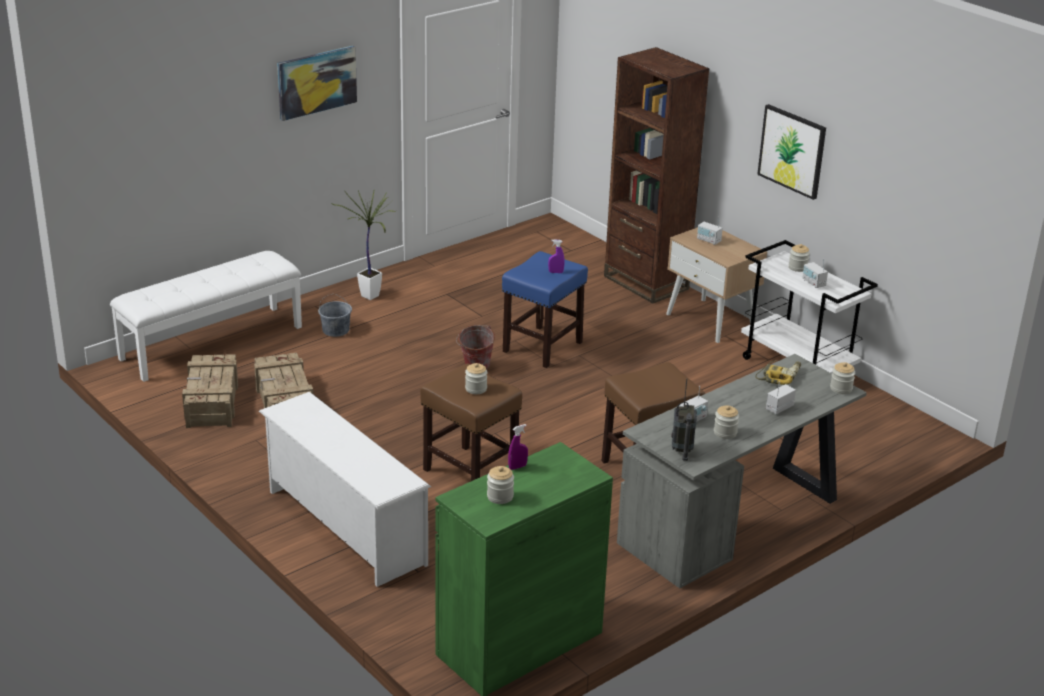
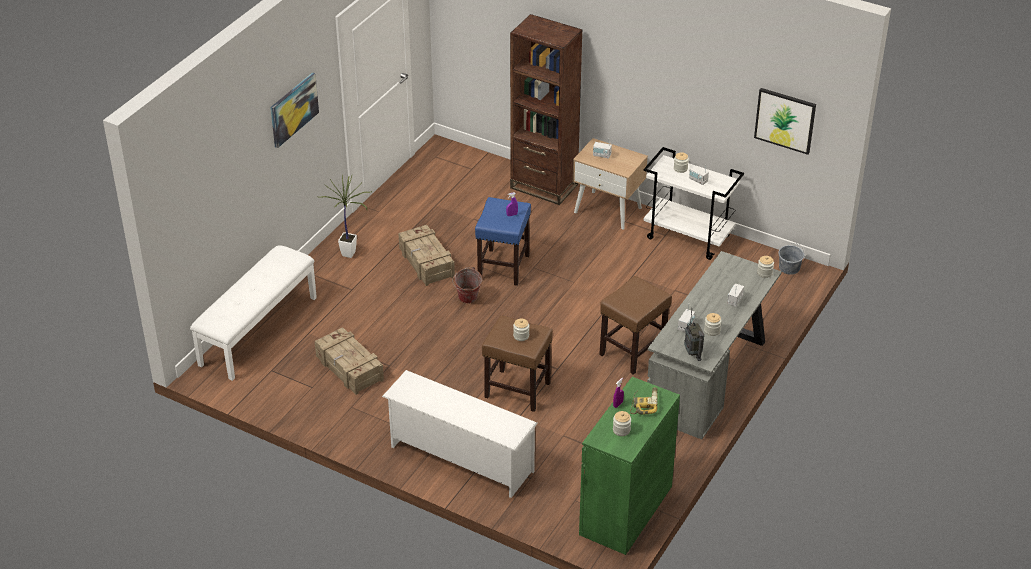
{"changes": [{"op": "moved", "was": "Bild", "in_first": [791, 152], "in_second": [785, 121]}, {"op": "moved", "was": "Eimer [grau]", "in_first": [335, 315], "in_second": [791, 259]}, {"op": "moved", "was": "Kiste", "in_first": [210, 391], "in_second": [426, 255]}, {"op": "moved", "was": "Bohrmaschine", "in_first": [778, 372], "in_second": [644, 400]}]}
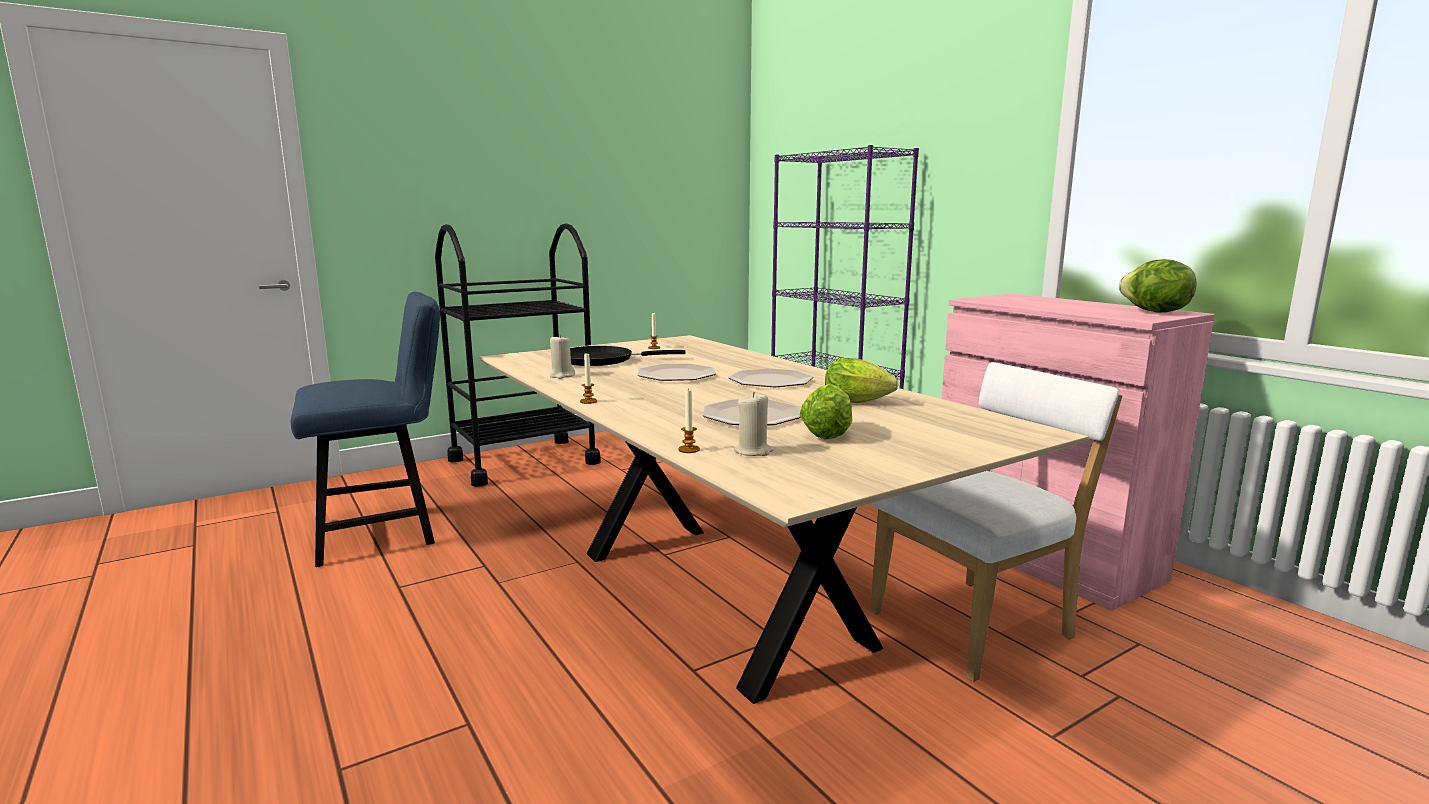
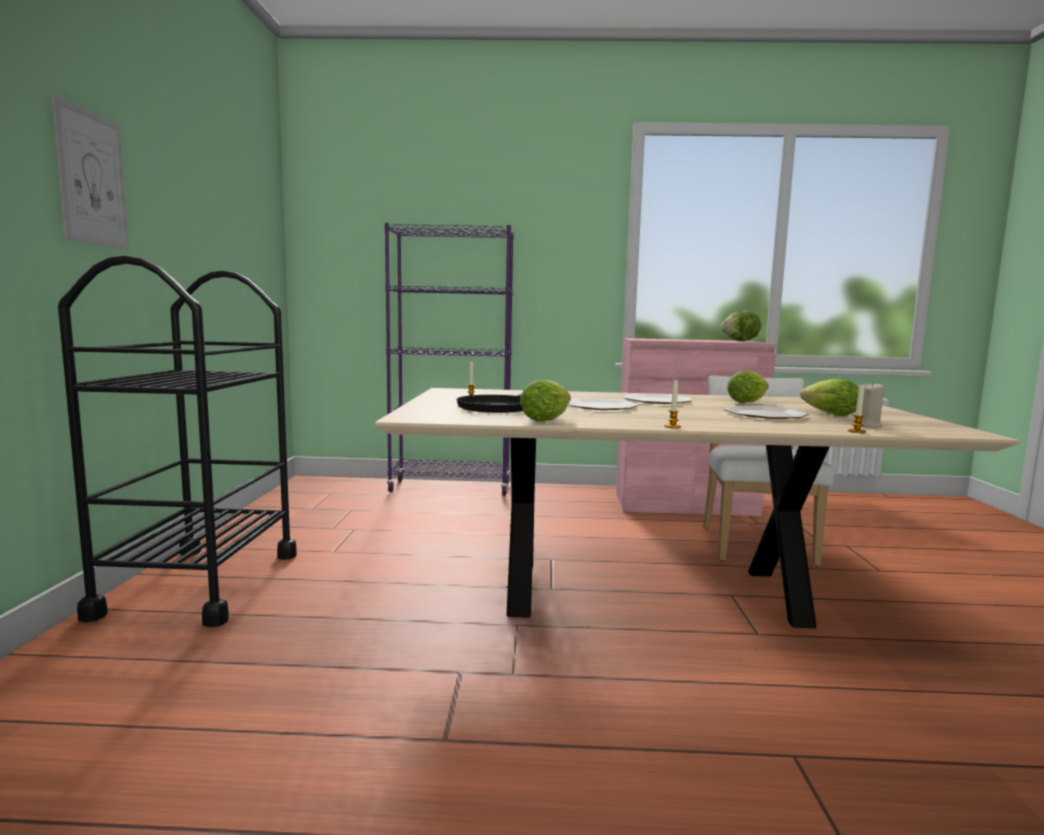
{"changes": [{"op": "removed", "was": "Stuhl [blau]", "in_first": [365, 429]}, {"op": "replaced", "was": "Kerze [beige]", "now": "Salatkopf", "in_first": [562, 357], "in_second": [545, 400]}, {"op": "added", "now": "Bild", "in_second": [90, 172]}]}
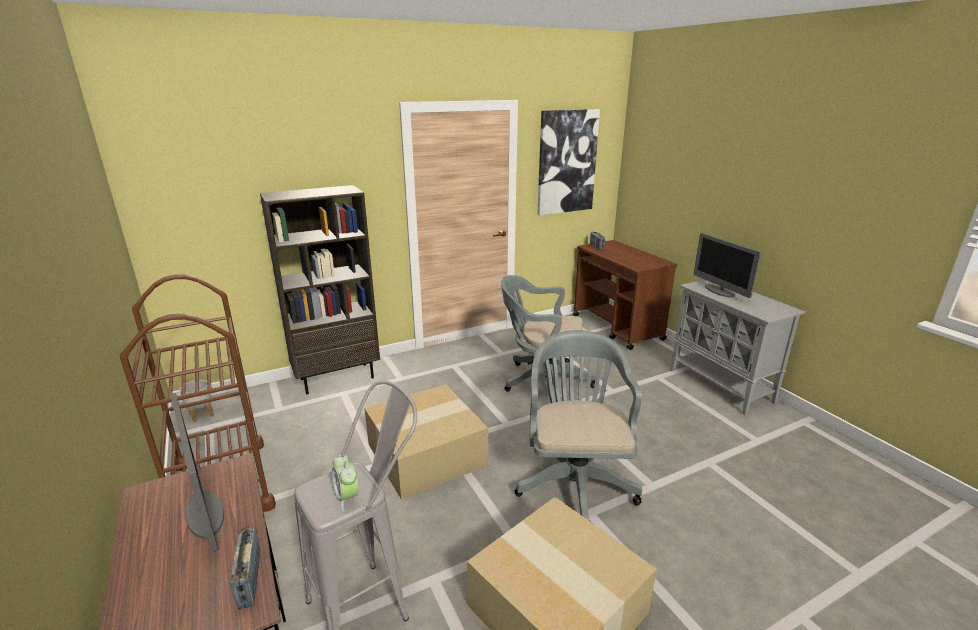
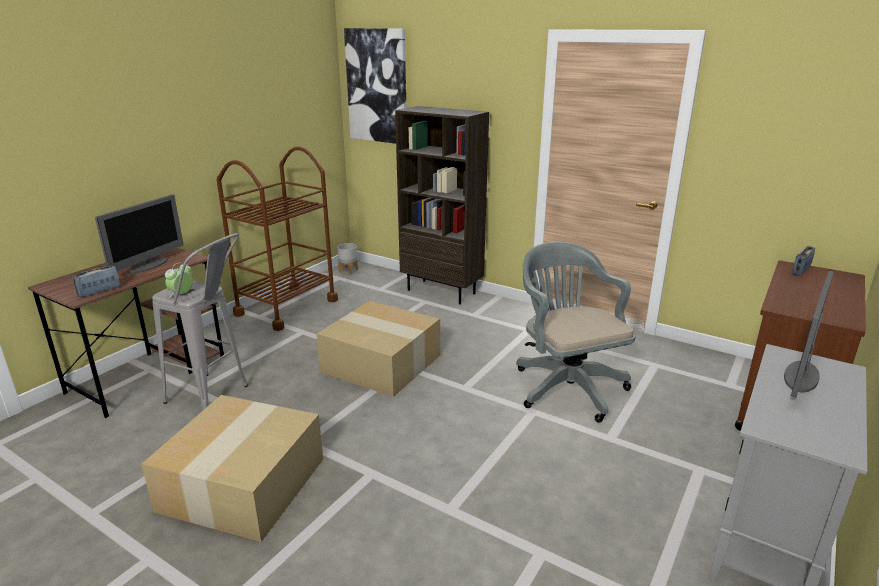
{"changes": [{"op": "moved", "was": "Bild", "in_first": [568, 162], "in_second": [375, 86]}, {"op": "removed", "was": "Bürostuhl [grau]", "in_first": [578, 425]}]}
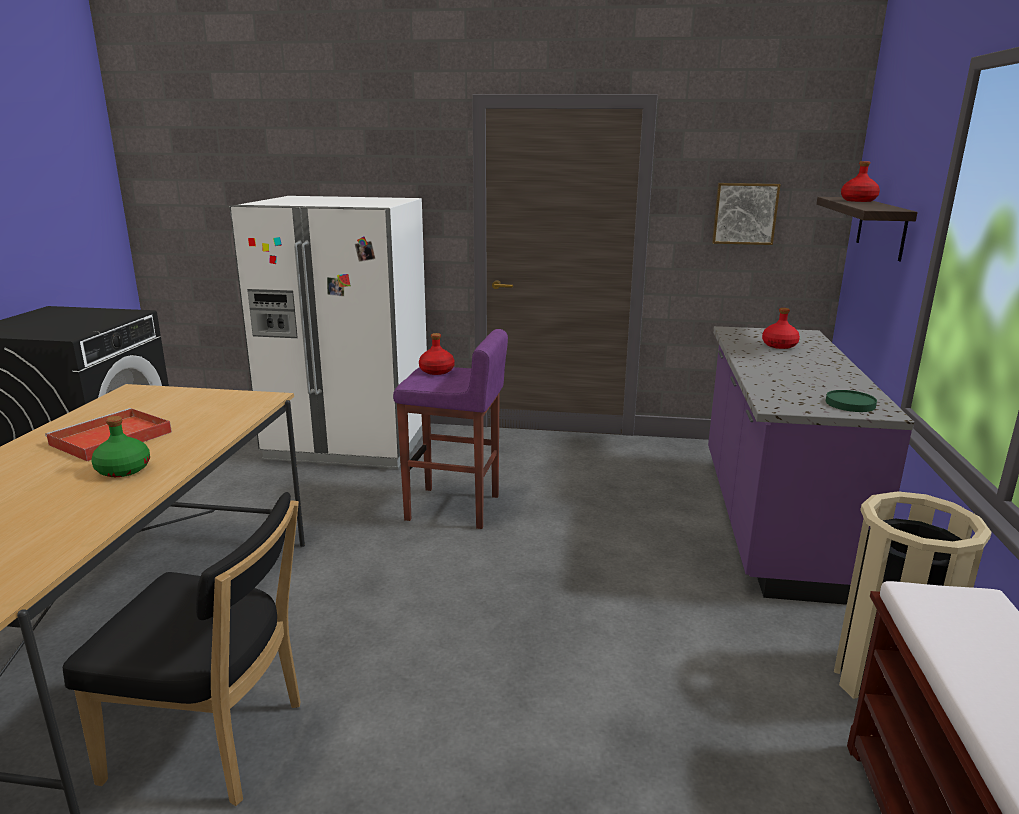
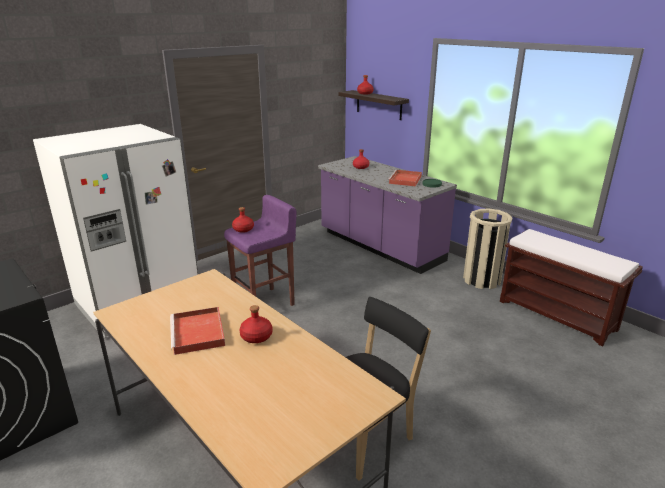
{"changes": [{"op": "removed", "was": "Bild", "in_first": [746, 214]}, {"op": "recoloured", "was": "Flasche [grün]", "now": "Flasche [rot]", "in_first": [120, 446], "in_second": [256, 324]}, {"op": "added", "now": "Tablett [rot]", "in_second": [405, 178]}]}
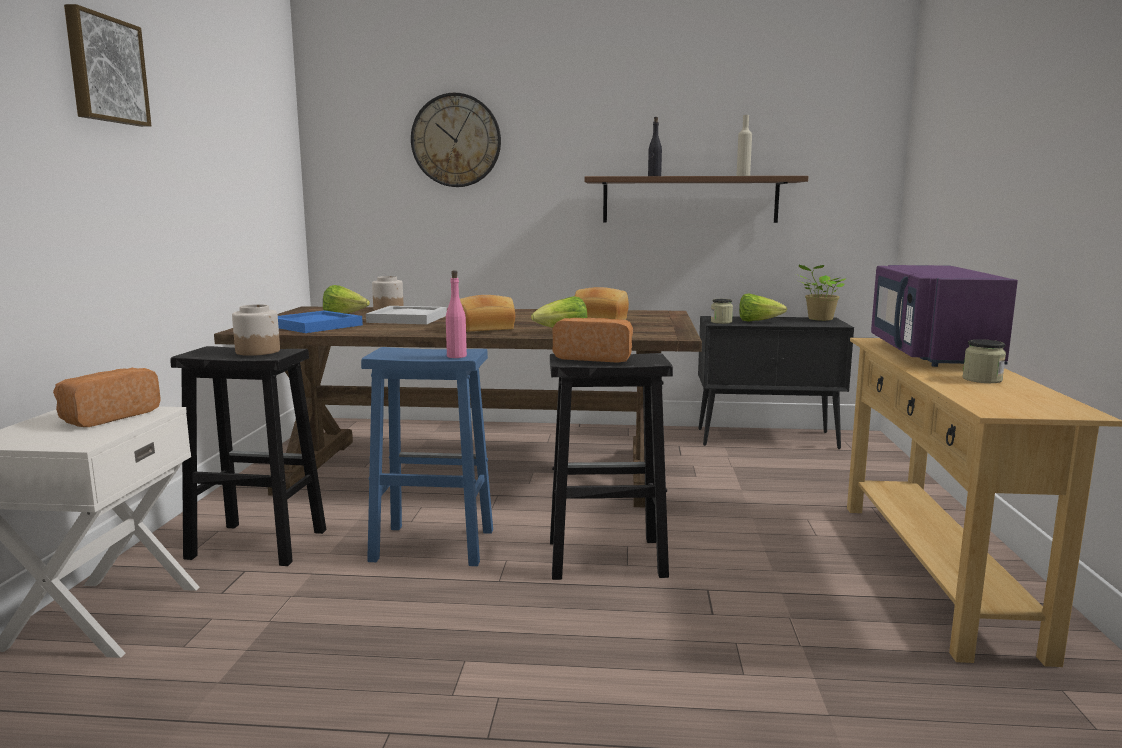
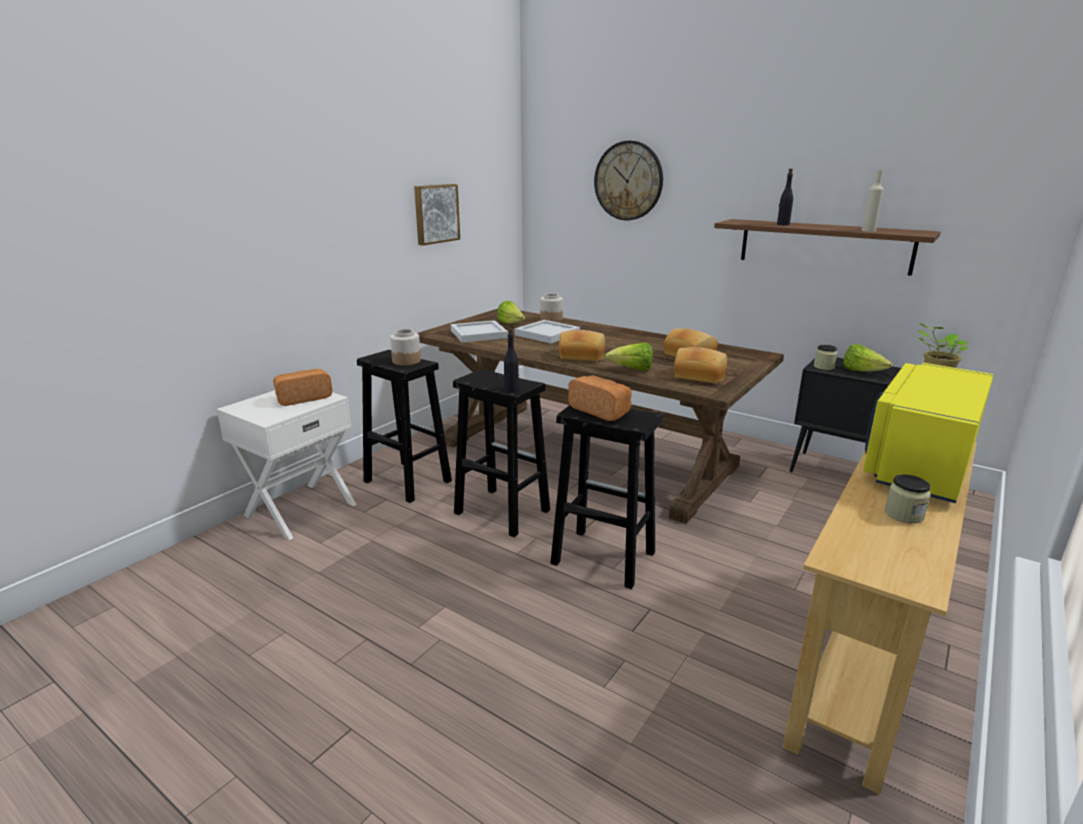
{"changes": [{"op": "moved", "was": "Bild", "in_first": [107, 65], "in_second": [437, 214]}, {"op": "recoloured", "was": "Mikrowelle [lila]", "now": "Mikrowelle [gelb]", "in_first": [944, 316], "in_second": [928, 433]}, {"op": "recoloured", "was": "Flasche [rosa]", "now": "Flasche [schwarz]", "in_first": [456, 314], "in_second": [511, 360]}, {"op": "recoloured", "was": "Tablett [blau]", "now": "Tablett [weiß]", "in_first": [320, 321], "in_second": [479, 331]}, {"op": "recoloured", "was": "Hocker [blau]", "now": "Hocker [schwarz]", "in_first": [427, 456], "in_second": [501, 453]}, {"op": "added", "now": "Brot", "in_second": [700, 365]}]}
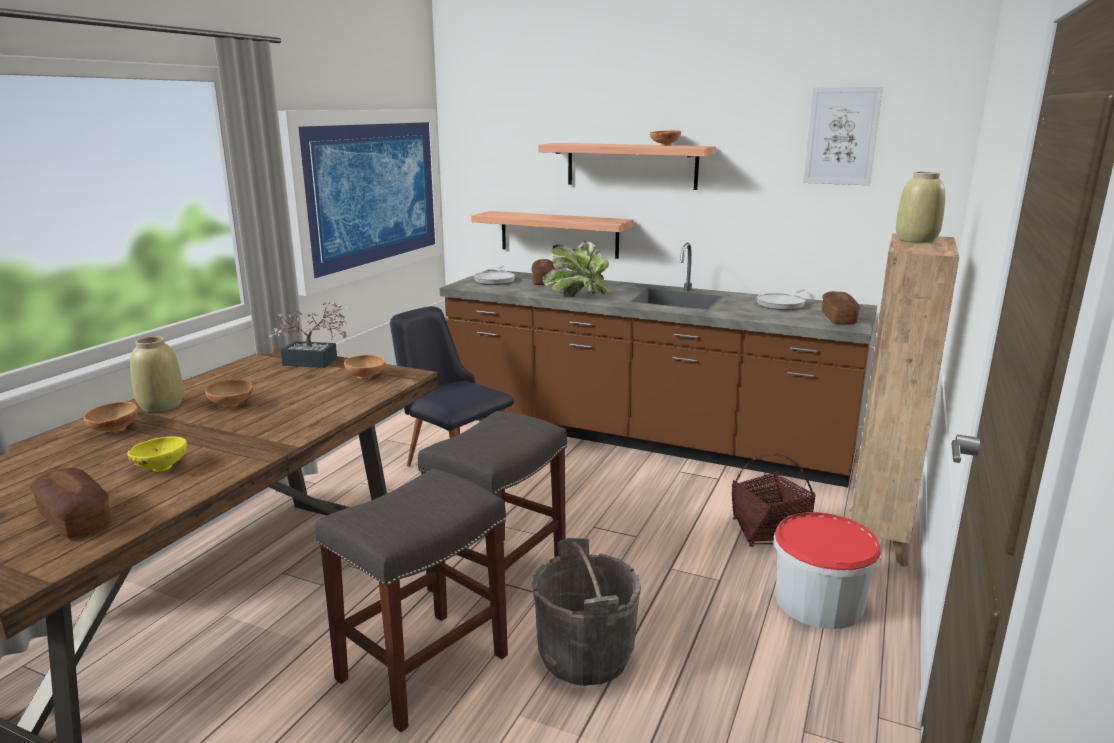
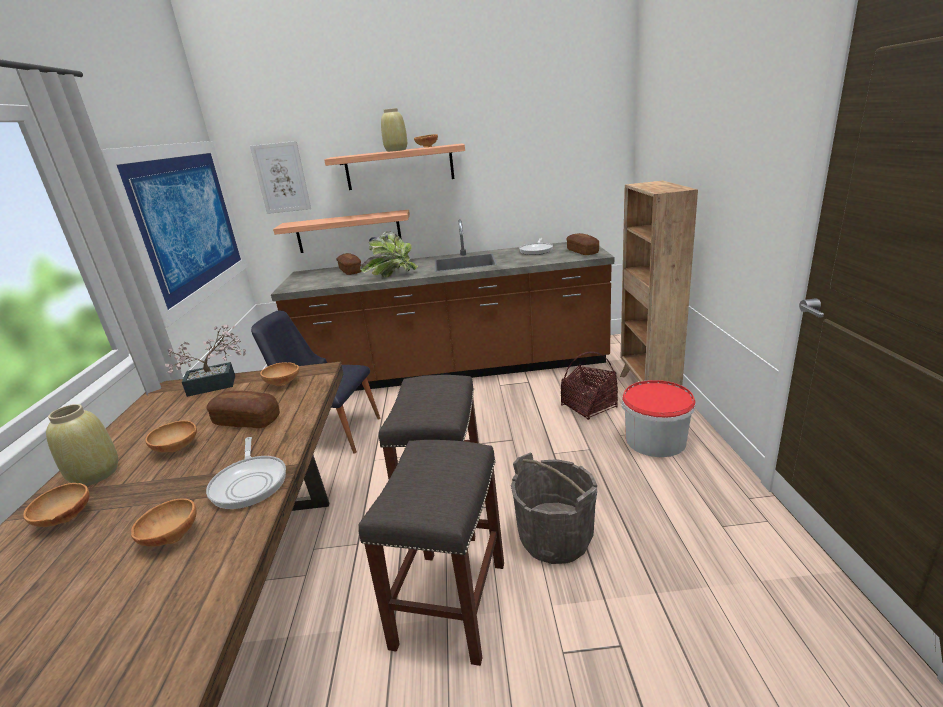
{"changes": [{"op": "moved", "was": "Bild", "in_first": [843, 136], "in_second": [280, 177]}, {"op": "moved", "was": "Vase [beige]", "in_first": [920, 207], "in_second": [394, 130]}, {"op": "moved", "was": "Pfanne", "in_first": [494, 275], "in_second": [246, 473]}, {"op": "recoloured", "was": "Schüssel [gelb]", "now": "Schüssel [braun]", "in_first": [157, 454], "in_second": [164, 522]}, {"op": "moved", "was": "Brot", "in_first": [70, 503], "in_second": [243, 409]}]}
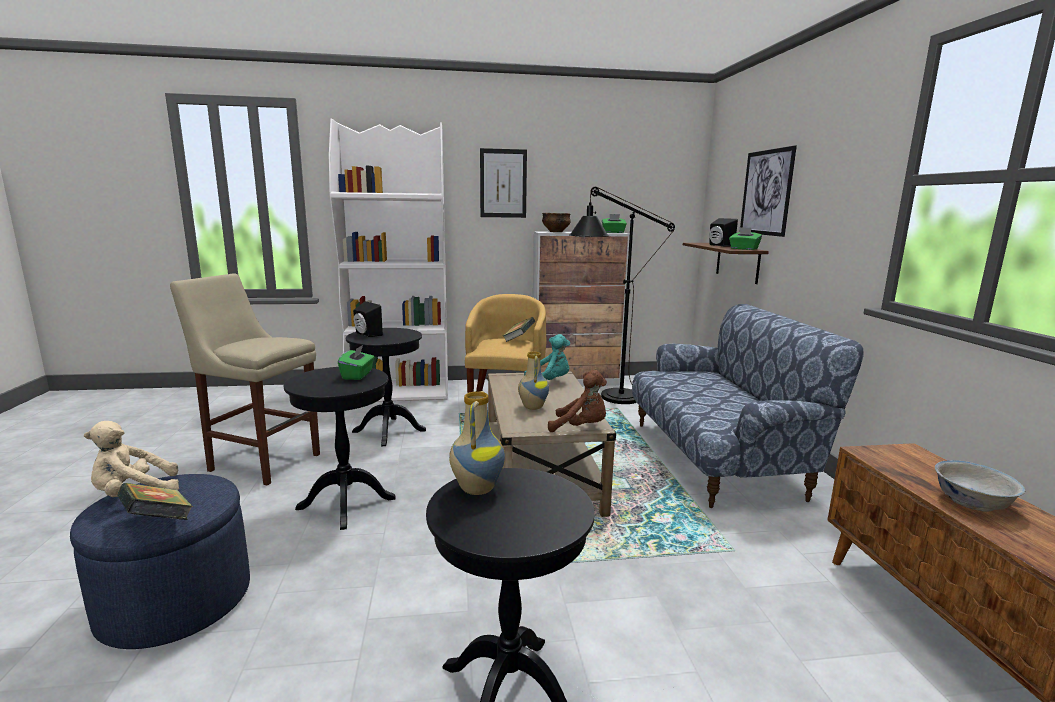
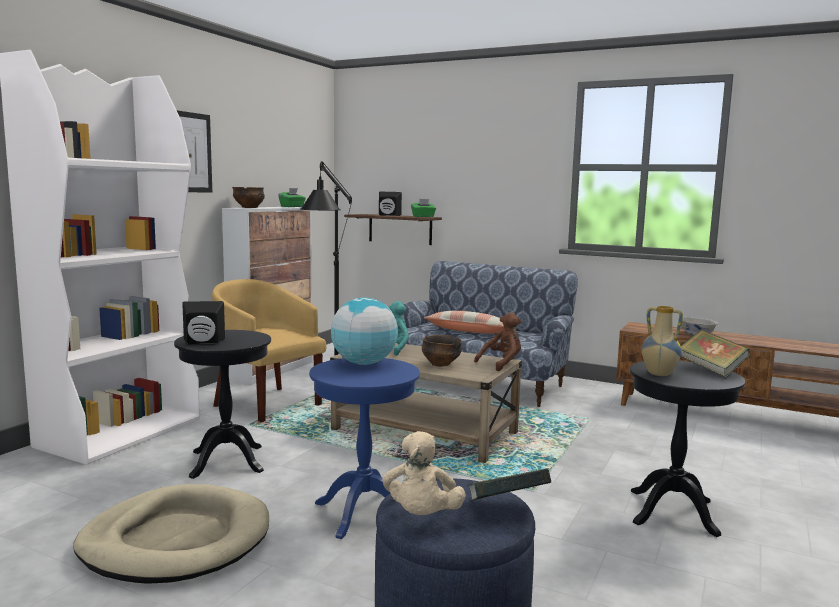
{"changes": [{"op": "removed", "was": "Bild", "in_first": [768, 191]}, {"op": "replaced", "was": "Hocker [beige]", "now": "Hundebett [beige]", "in_first": [245, 379], "in_second": [171, 534]}, {"op": "moved", "was": "Buch", "in_first": [519, 329], "in_second": [715, 353]}, {"op": "replaced", "was": "Taschentuchbox [grün]", "now": "Globus", "in_first": [356, 362], "in_second": [364, 331]}, {"op": "replaced", "was": "Vase", "now": "Schüssel", "in_first": [533, 380], "in_second": [442, 351]}, {"op": "recoloured", "was": "Beistelltisch [schwarz]", "now": "Beistelltisch [blau]", "in_first": [340, 448], "in_second": [364, 448]}, {"op": "added", "now": "Kissen", "in_second": [464, 322]}]}
